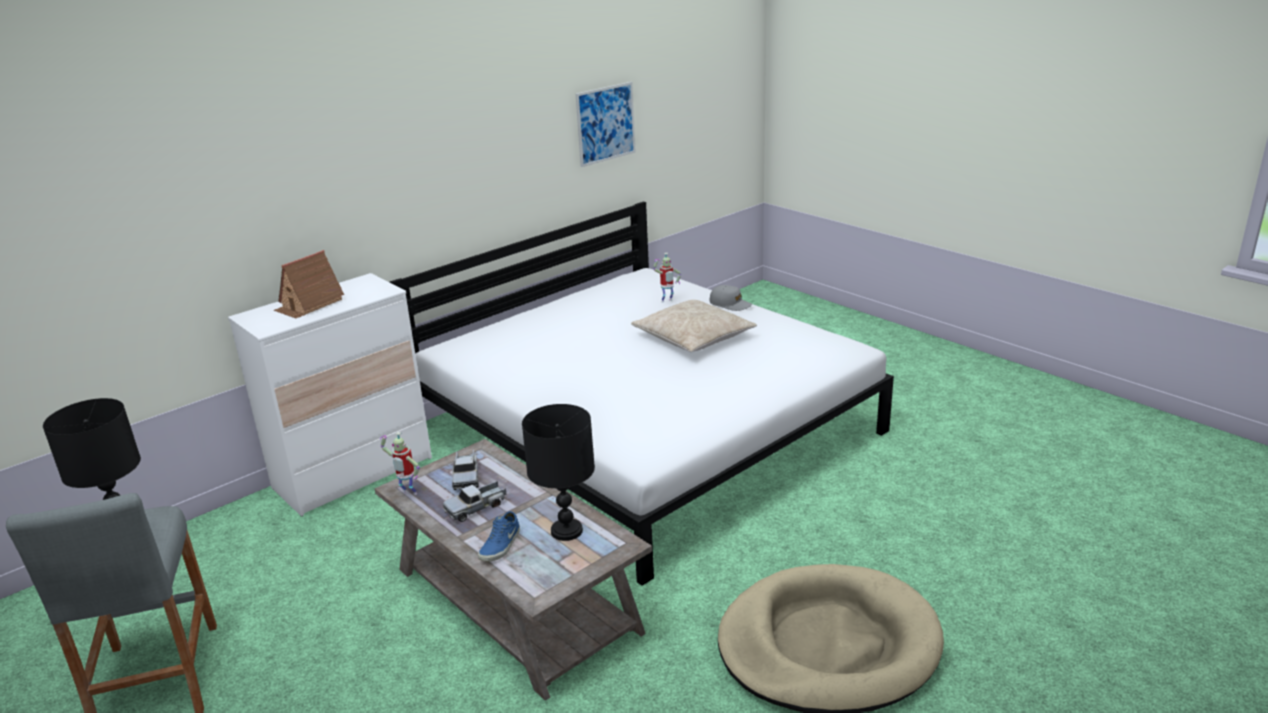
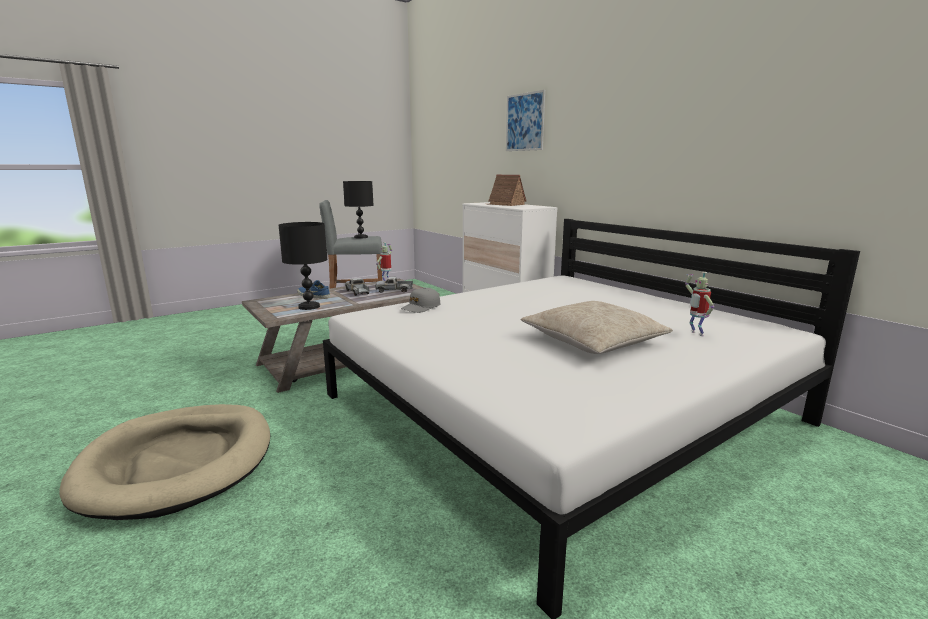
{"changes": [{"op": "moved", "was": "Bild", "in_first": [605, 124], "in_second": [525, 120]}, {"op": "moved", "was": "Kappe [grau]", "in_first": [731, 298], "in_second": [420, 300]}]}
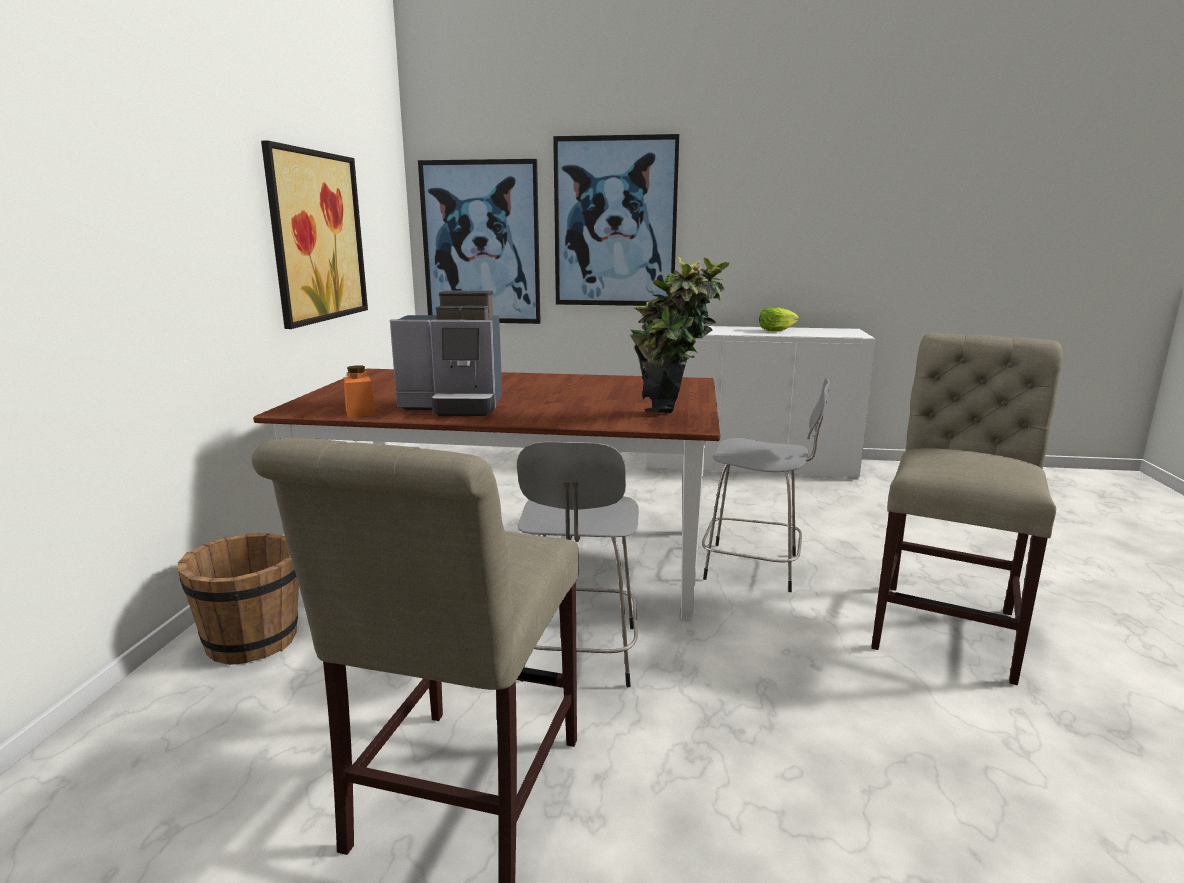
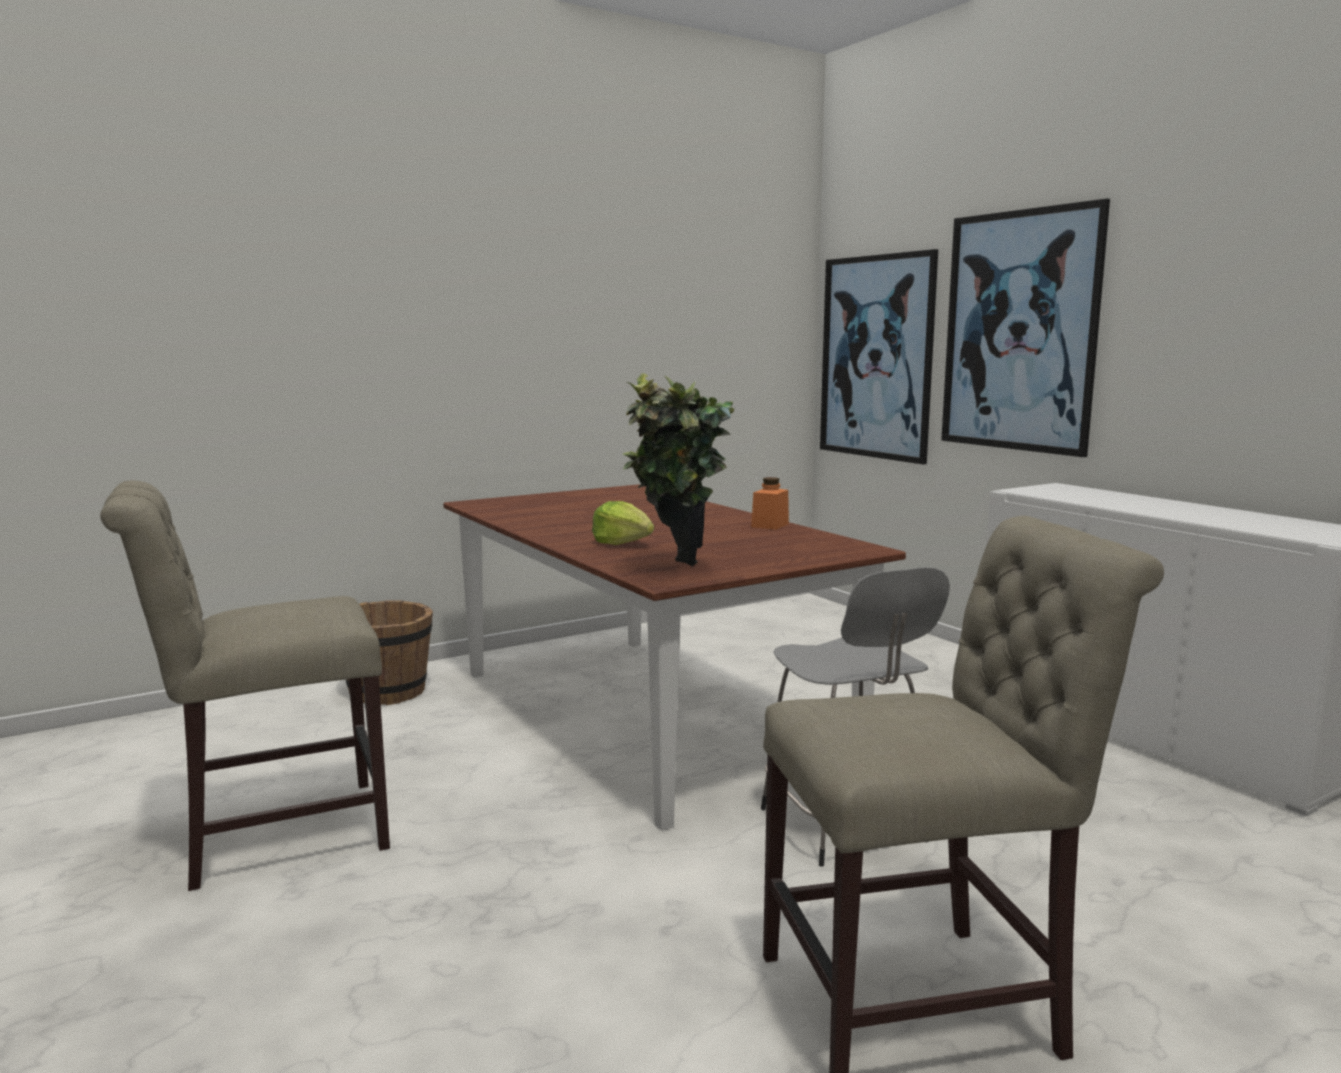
{"changes": [{"op": "removed", "was": "Bild", "in_first": [314, 235]}, {"op": "removed", "was": "Kaffeemaschine", "in_first": [446, 353]}, {"op": "moved", "was": "Salatkopf", "in_first": [779, 319], "in_second": [623, 523]}, {"op": "moved", "was": "Vorratsglas [orange]", "in_first": [359, 391], "in_second": [770, 503]}, {"op": "removed", "was": "Hocker [grau]", "in_first": [578, 564]}]}
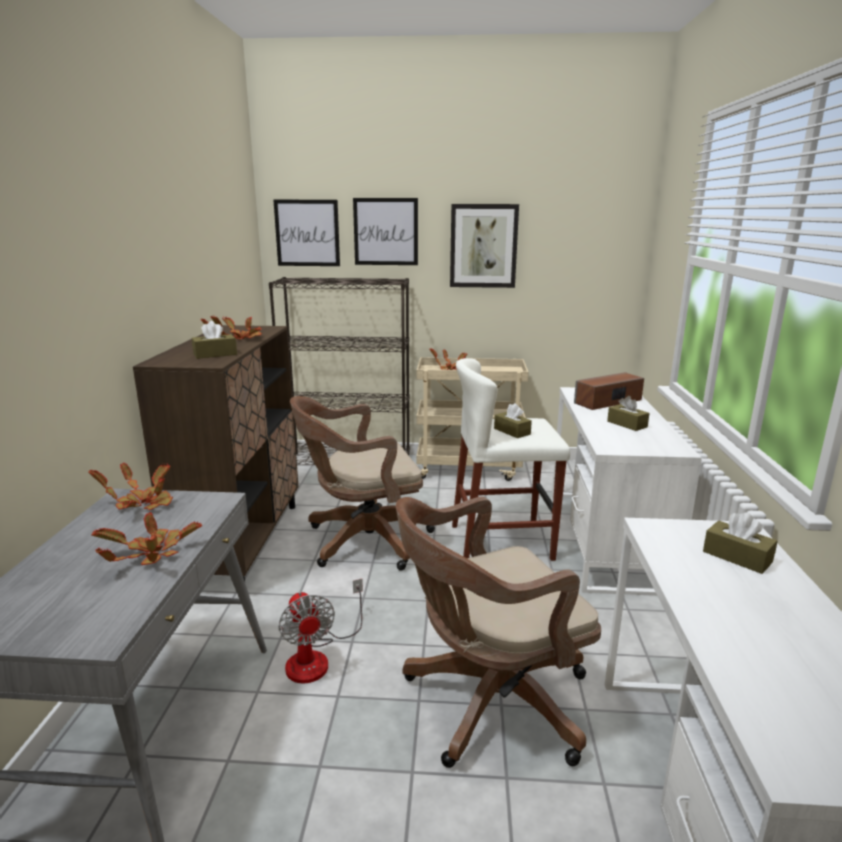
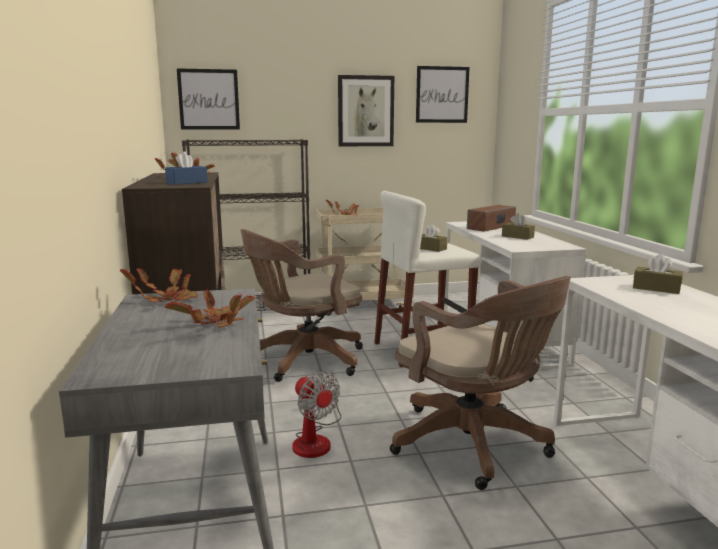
{"changes": [{"op": "moved", "was": "Bild", "in_first": [385, 231], "in_second": [443, 94]}, {"op": "recoloured", "was": "Taschentuchbox [braun]", "now": "Taschentuchbox [blau]", "in_first": [214, 340], "in_second": [186, 168]}, {"op": "turned", "was": "Bürostuhl [braun]", "in_first": [498, 632], "in_second": [480, 383], "clockwise": -90}]}
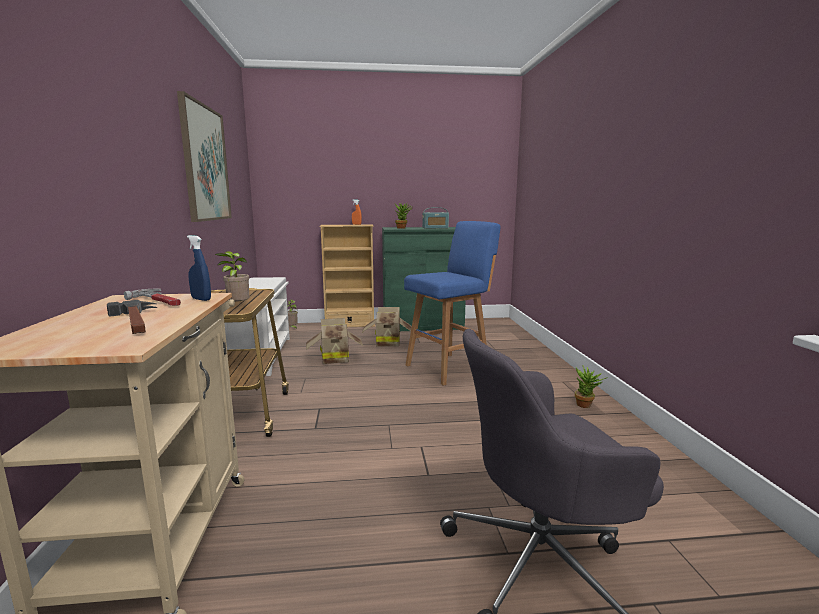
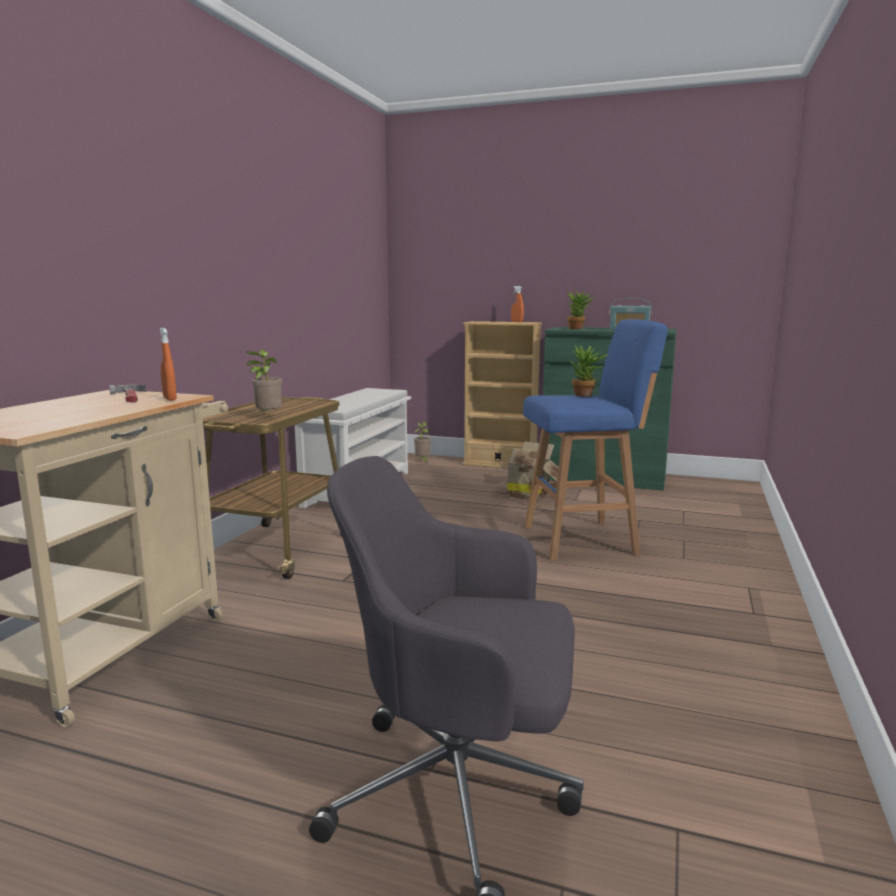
{"changes": [{"op": "removed", "was": "Bild", "in_first": [204, 156]}, {"op": "recoloured", "was": "Sprühflasche [blau]", "now": "Sprühflasche [orange]", "in_first": [199, 268], "in_second": [168, 364]}, {"op": "removed", "was": "Hammer", "in_first": [132, 317]}, {"op": "removed", "was": "Karton", "in_first": [334, 341]}, {"op": "moved", "was": "Topfpflanze", "in_first": [591, 387], "in_second": [588, 370]}]}
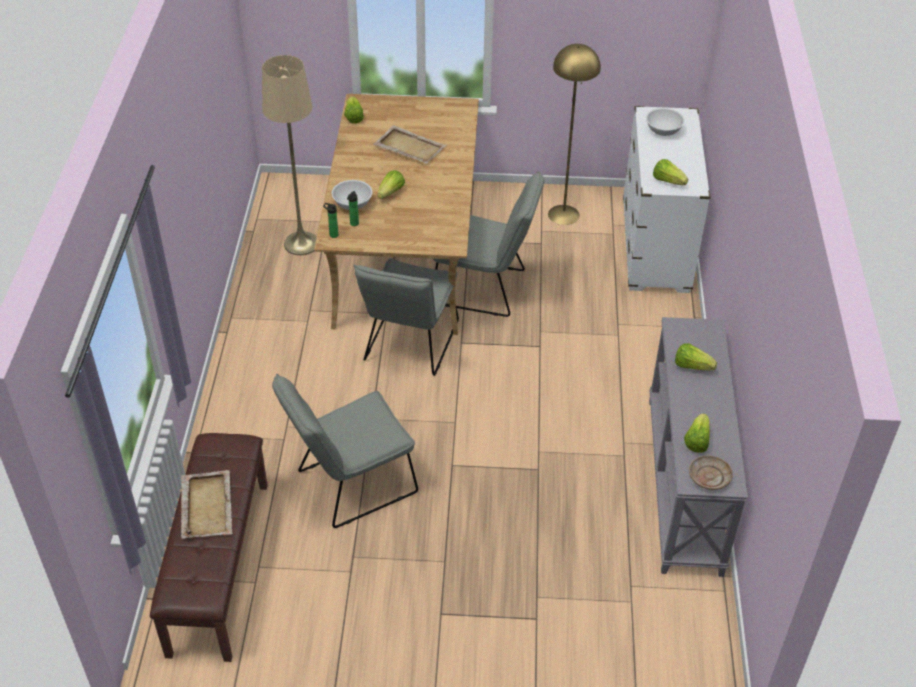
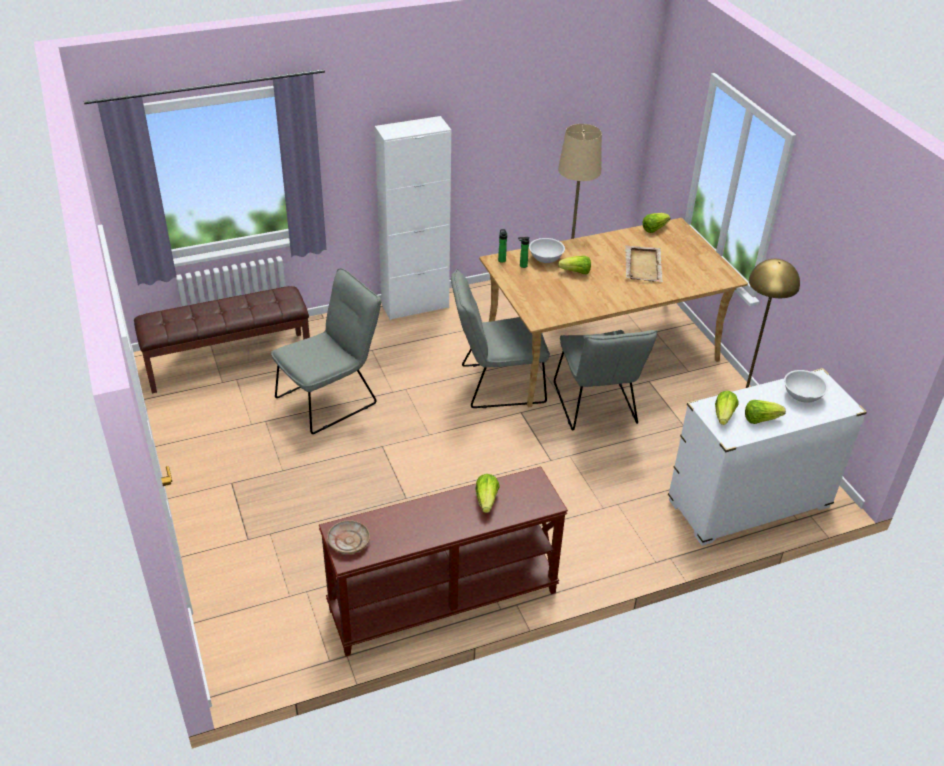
{"changes": [{"op": "recoloured", "was": "Konsolentisch [grau]", "now": "Konsolentisch [braun]", "in_first": [698, 447], "in_second": [443, 561]}, {"op": "turned", "was": "Stuhl [grau]", "in_first": [345, 451], "in_second": [326, 351], "clockwise": 105}, {"op": "moved", "was": "Salatkopf", "in_first": [697, 433], "in_second": [765, 412]}, {"op": "removed", "was": "Tablett [beige]", "in_first": [207, 504]}, {"op": "added", "now": "Schrank [weiß]", "in_second": [413, 218]}]}
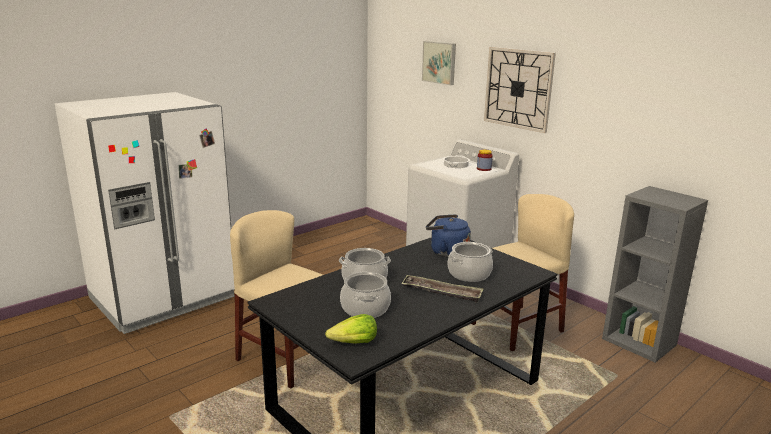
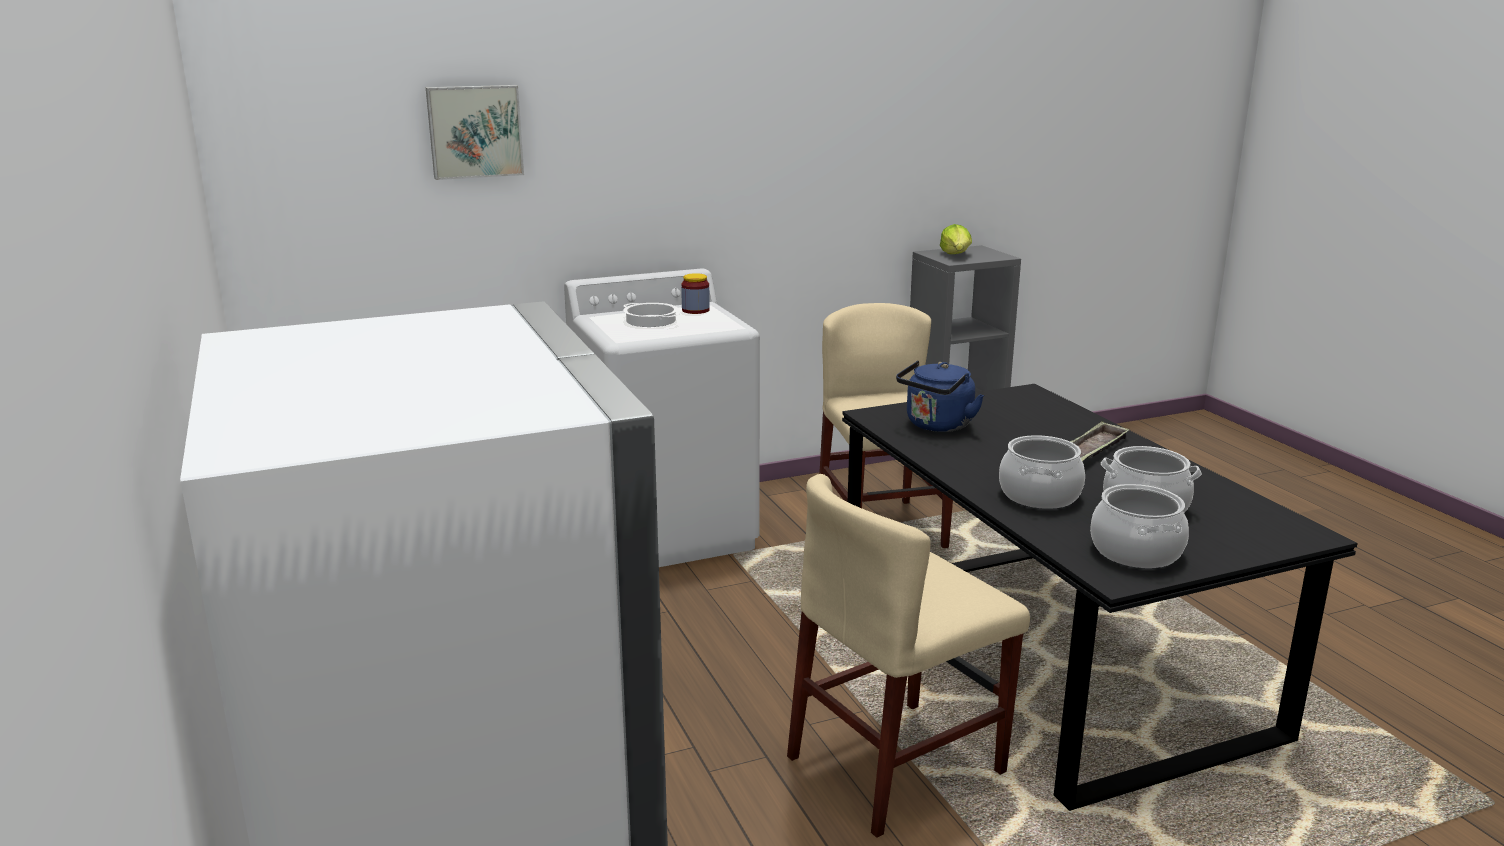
{"changes": [{"op": "removed", "was": "Wanduhr", "in_first": [520, 90]}, {"op": "moved", "was": "Kochtopf", "in_first": [470, 262], "in_second": [1139, 526]}, {"op": "moved", "was": "Salatkopf", "in_first": [351, 329], "in_second": [956, 239]}]}
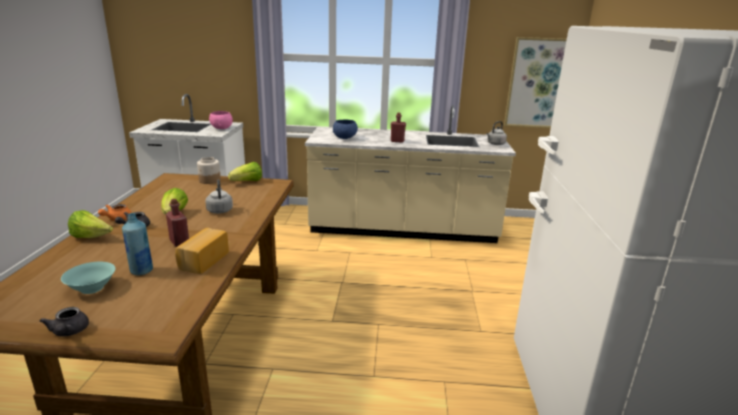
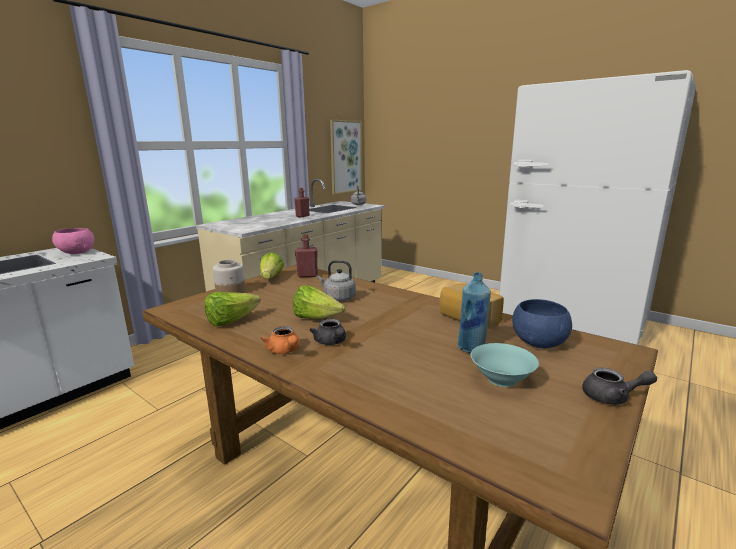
{"changes": [{"op": "moved", "was": "Schüssel [blau]", "in_first": [345, 129], "in_second": [542, 324]}, {"op": "moved", "was": "Flasche [rot]", "in_first": [177, 223], "in_second": [306, 255]}, {"op": "moved", "was": "Salatkopf", "in_first": [90, 224], "in_second": [233, 309]}]}
